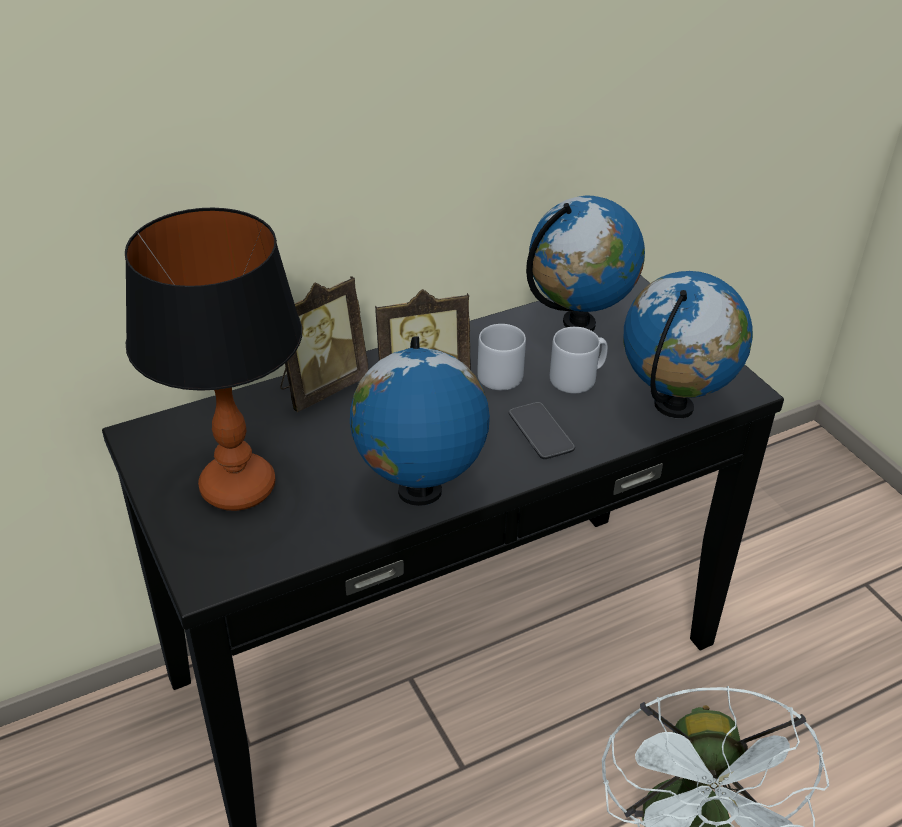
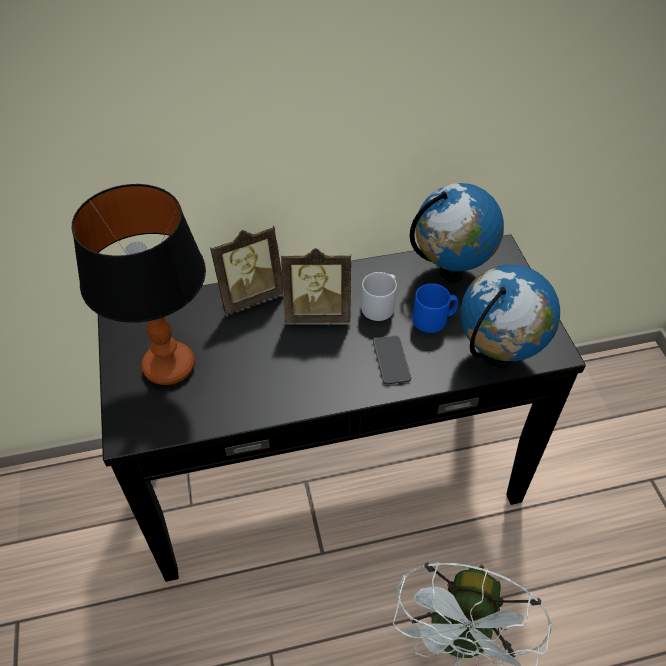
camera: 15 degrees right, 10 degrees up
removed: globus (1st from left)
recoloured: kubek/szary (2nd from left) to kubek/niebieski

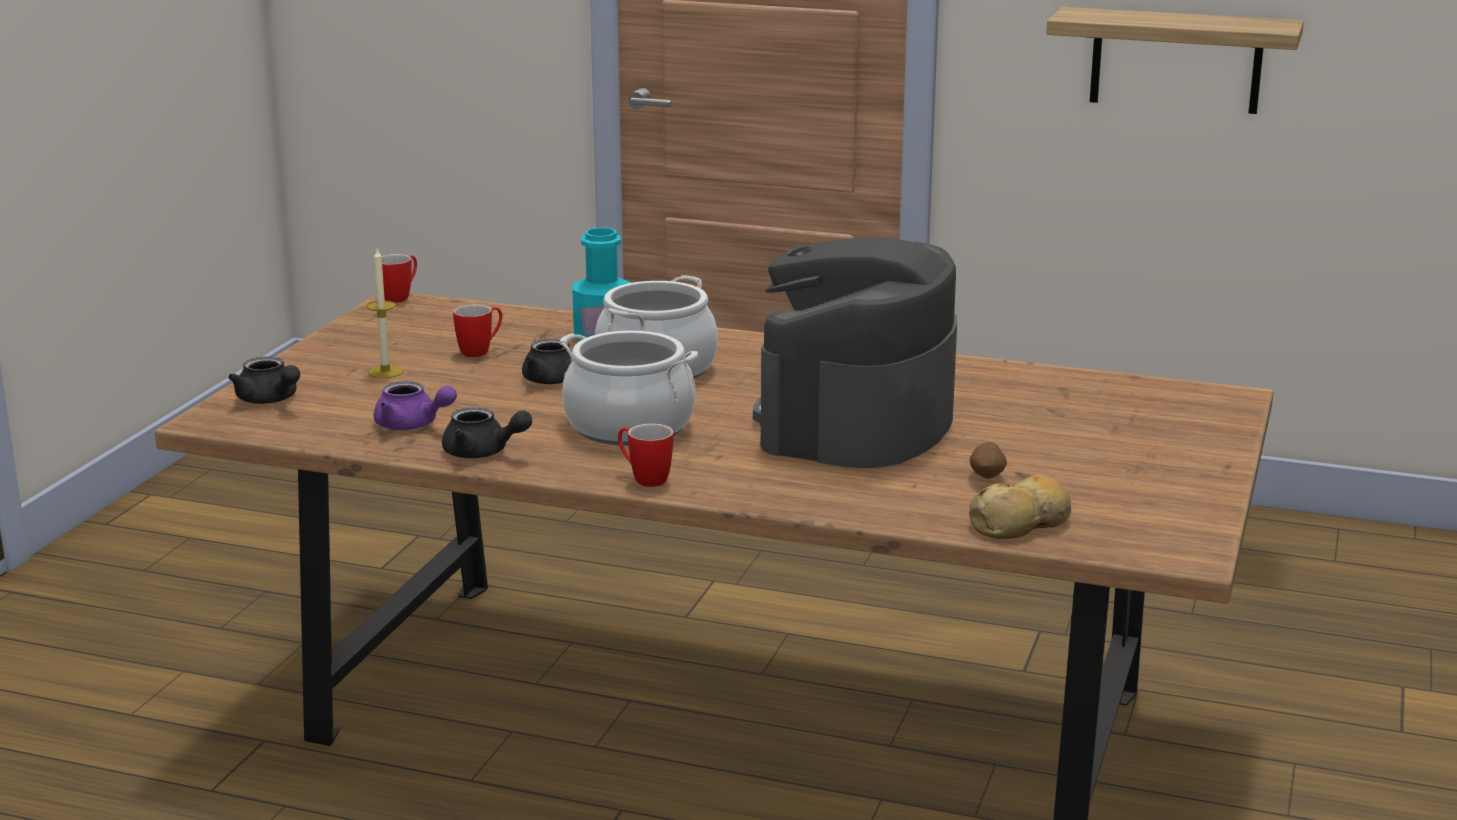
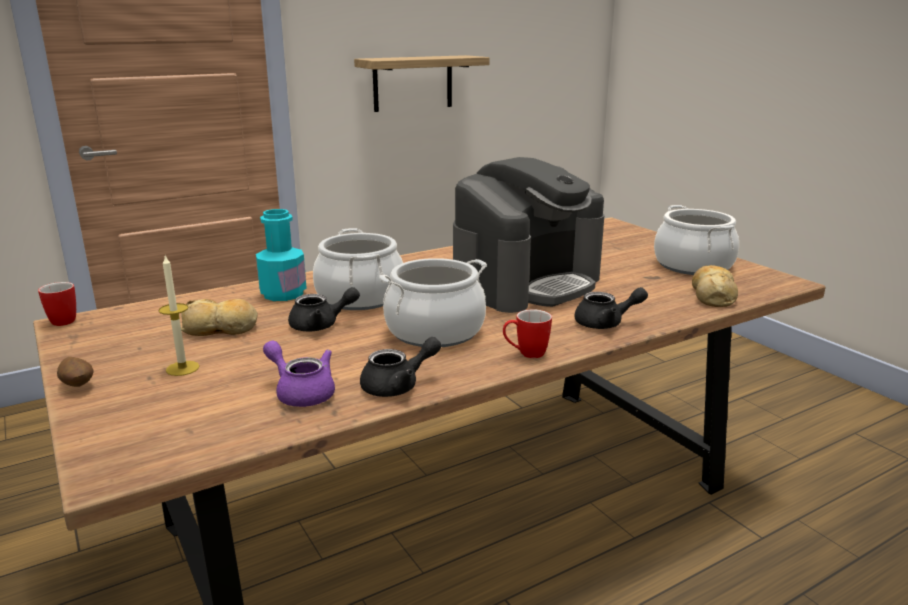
camera: 50 degrees left, 0 degrees up
added: garnek (3rd from left)
moved: imbryk/czarny (1st from left in the first image) to imbryk/czarny (3rd from left); ziemniak
replaced: kubek (2nd from left) to chleb (1st from left)
turned: imbryk/fioletowy 120 degrees counterclockwise; ekspres do kawy 105 degrees counterclockwise

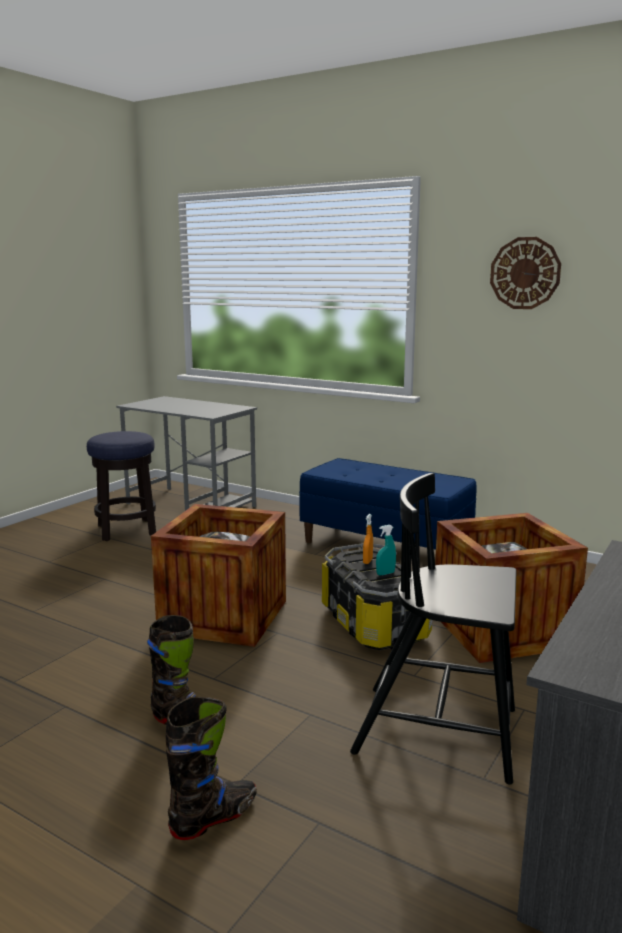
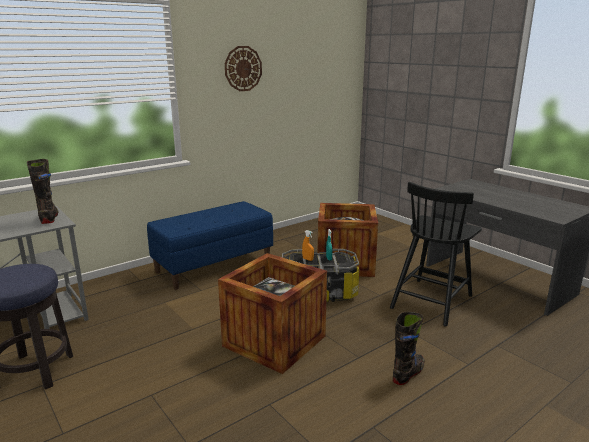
camera: 70 degrees left, 5 degrees up
moved: but z cholewką/czarny (2nd from left in the first image) to but z cholewką/czarny (1st from left)

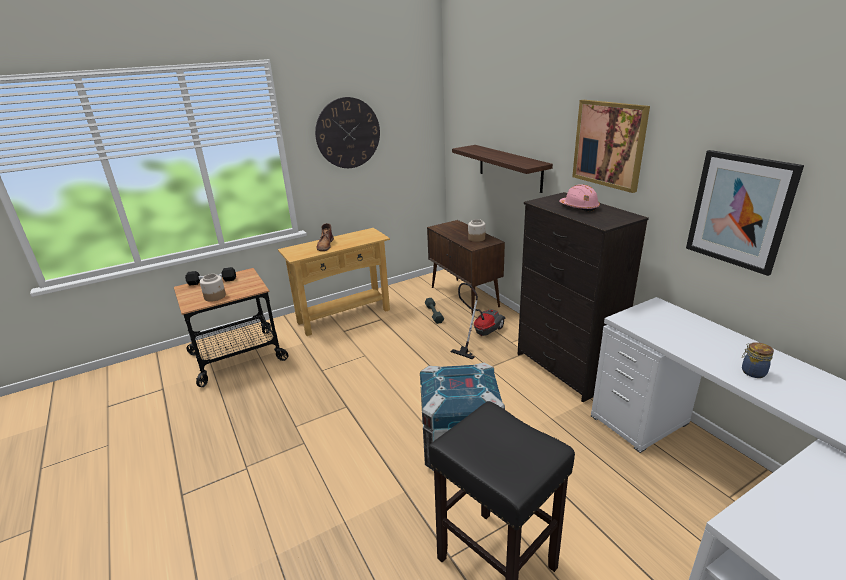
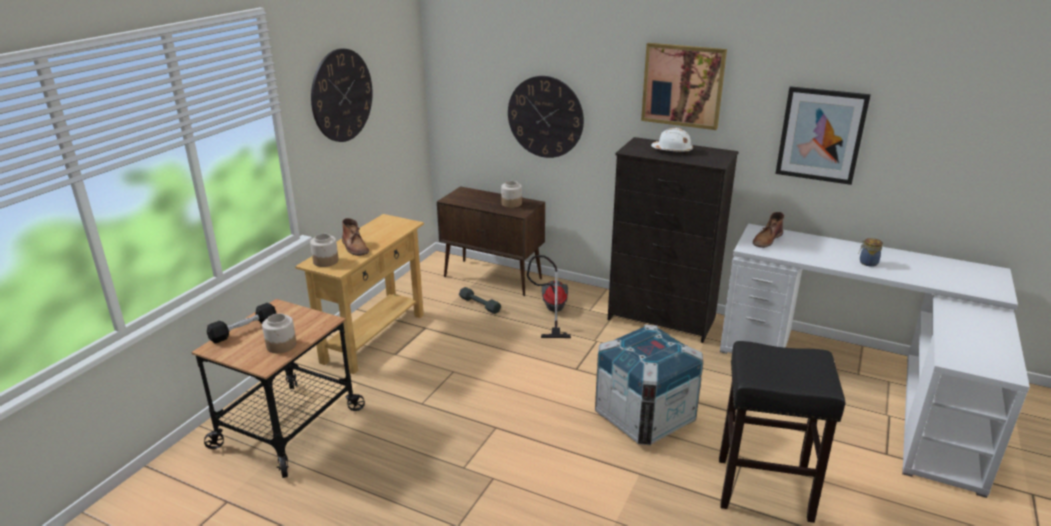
camera: 35 degrees left, 0 degrees up
added: słoik (2nd from left); but z cholewką/brązowy (2nd from left)
replaced: półka to zegar ścienny (2nd from left)
recoloured: kask/różowy to kask/biały

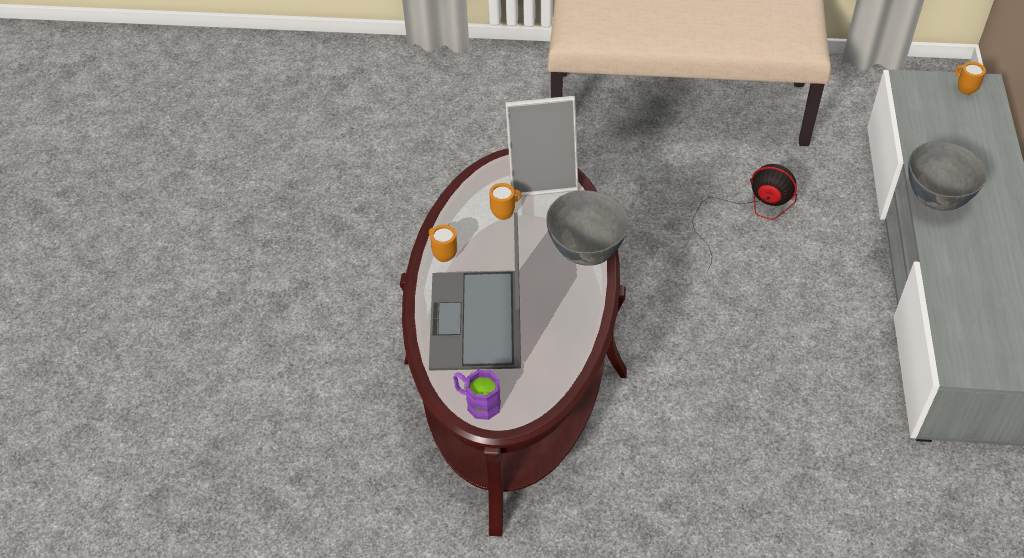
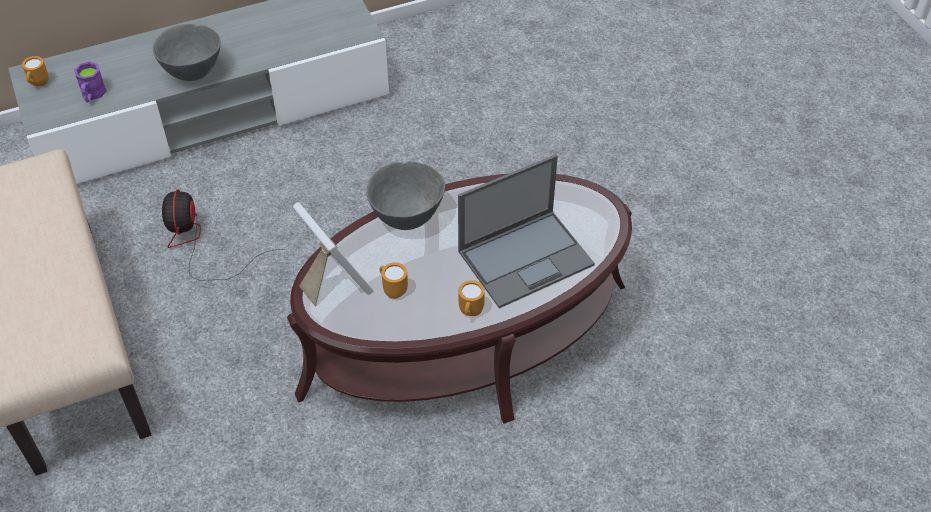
camera: 120 degrees left, 0 degrees up
moved: kubek/fioletowy

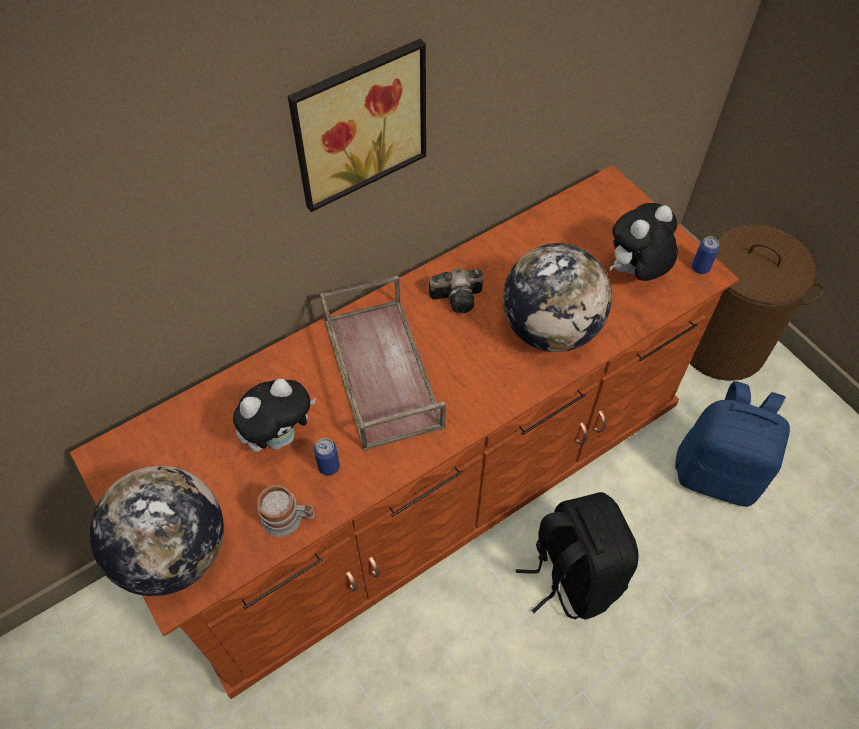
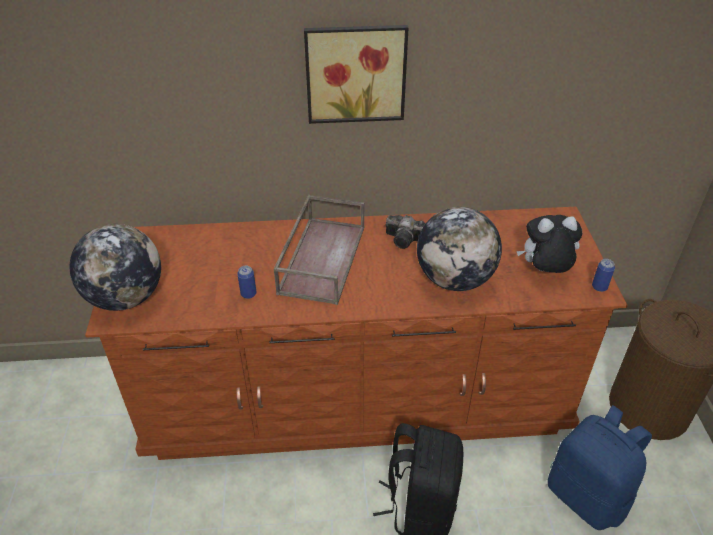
camera: 30 degrees right, 15 degrees down
removed: pluszak (1st from left); kubek

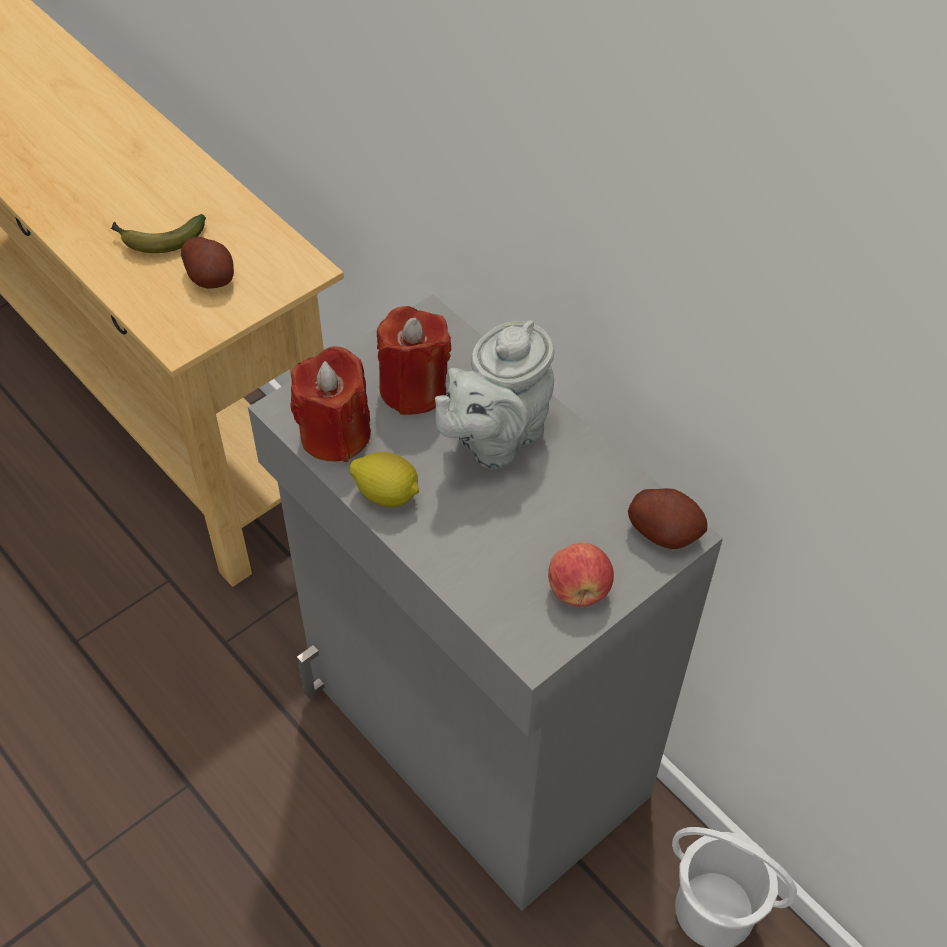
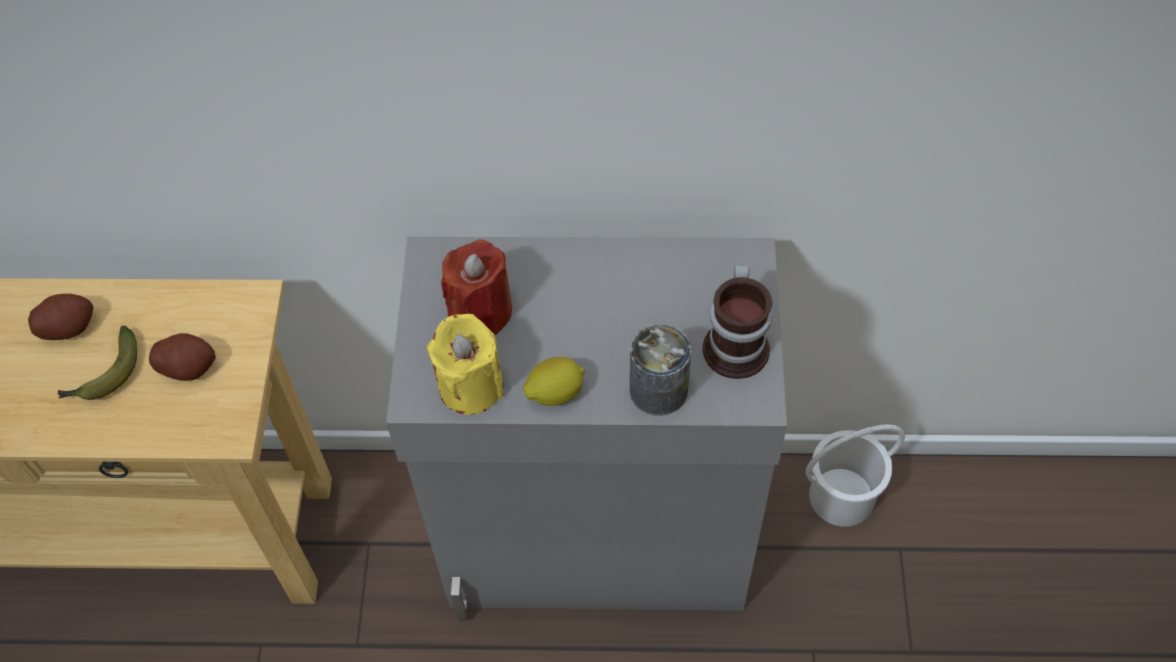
camera: 45 degrees left, 5 degrees up
removed: imbryk/szary
added: puszka
moved: ziemniak (2nd from left in the first image) to ziemniak (1st from left)
replaced: jabłko to kubek
recoloured: świeca/czerwony (1st from left) to świeca/żółty

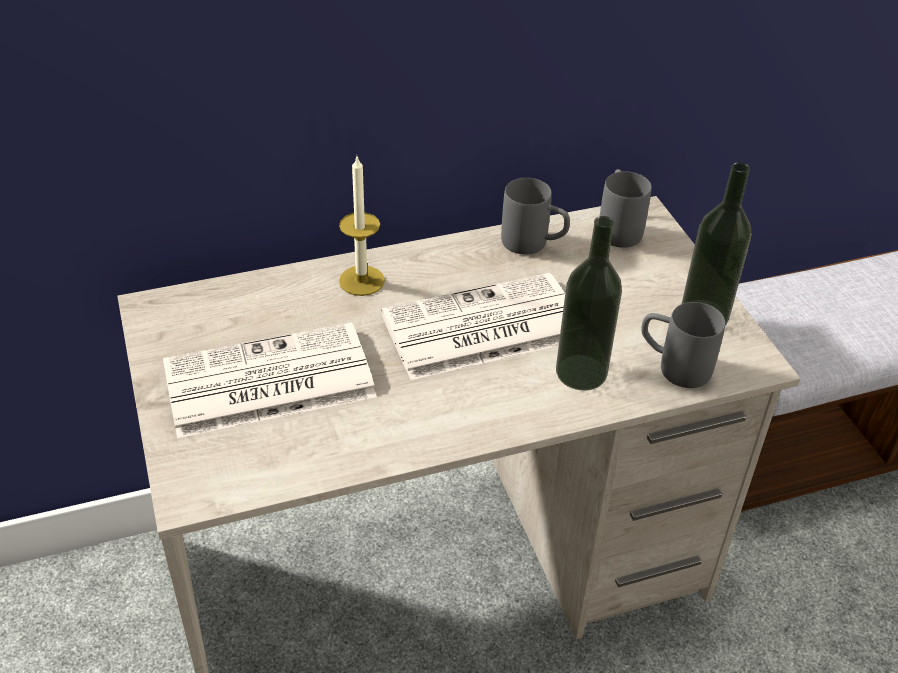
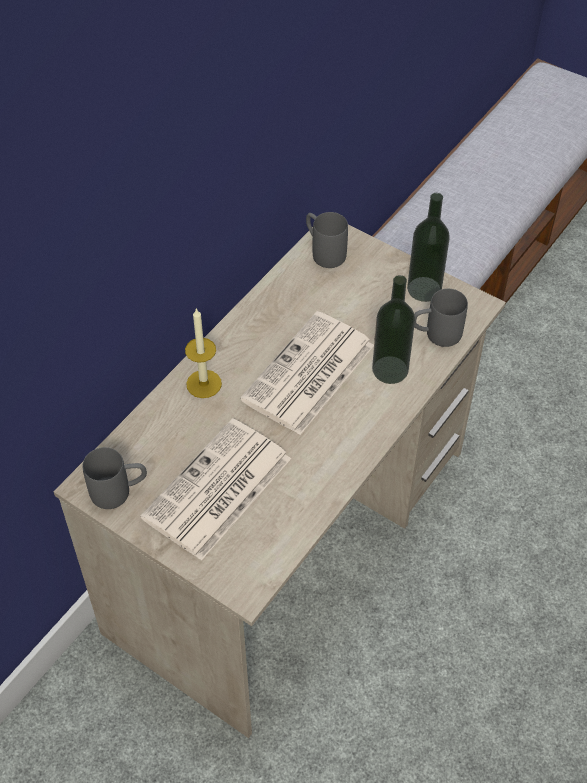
camera: 35 degrees left, 10 degrees up
moved: kubek/szary (1st from left)

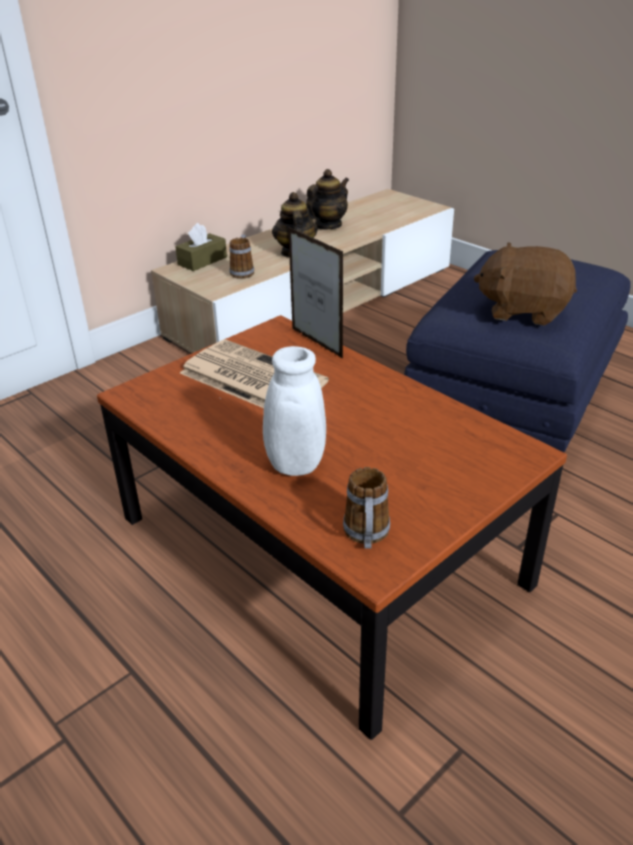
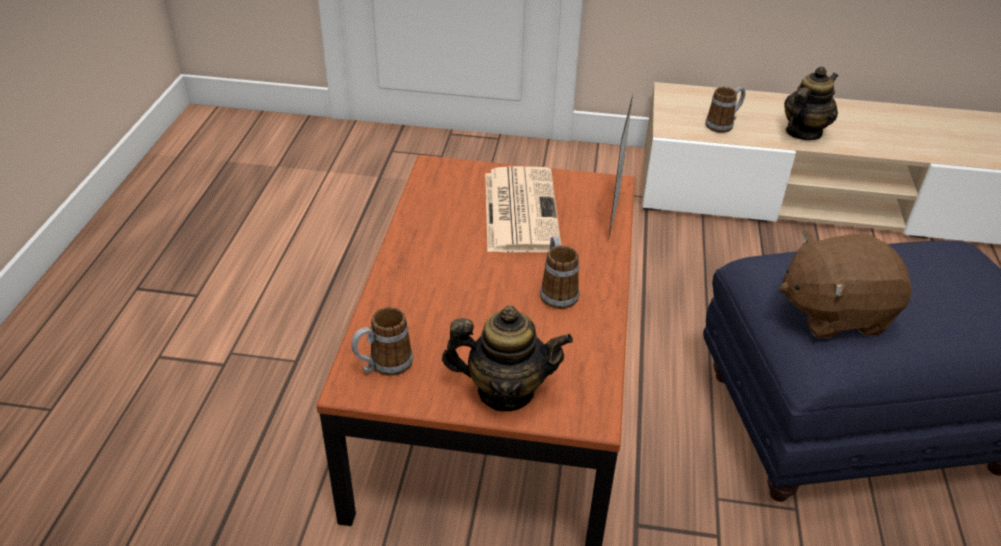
camera: 50 degrees right, 5 degrees up
removed: pudełko chusteczek/brązowy; wazon/biały
added: kubek (2nd from left)
moved: imbryk (2nd from left in the first image) to imbryk (1st from left)
turned: pluszak/brązowy 75 degrees counterclockwise

